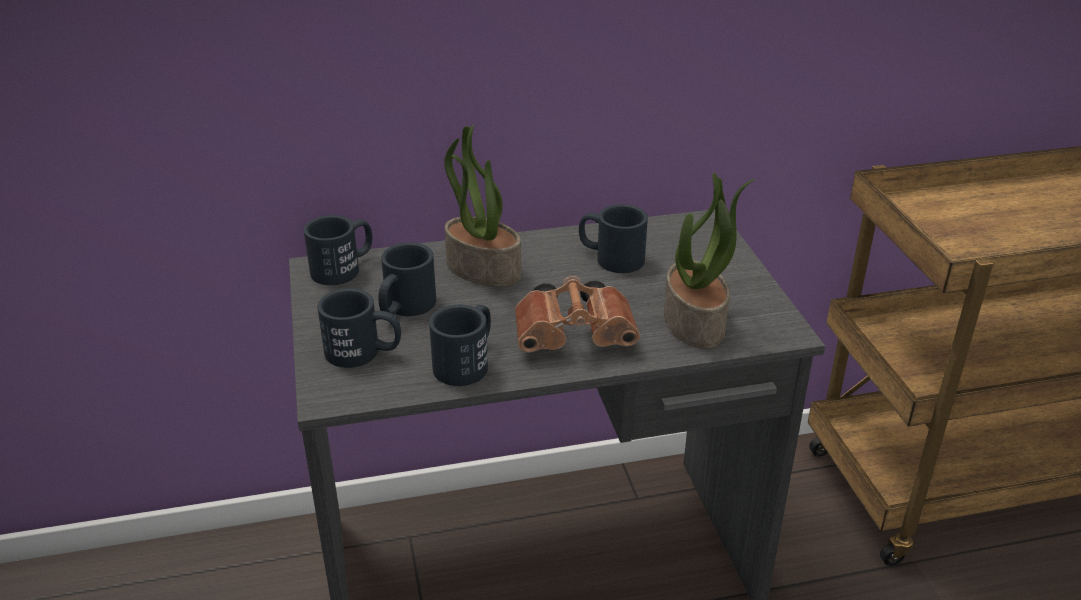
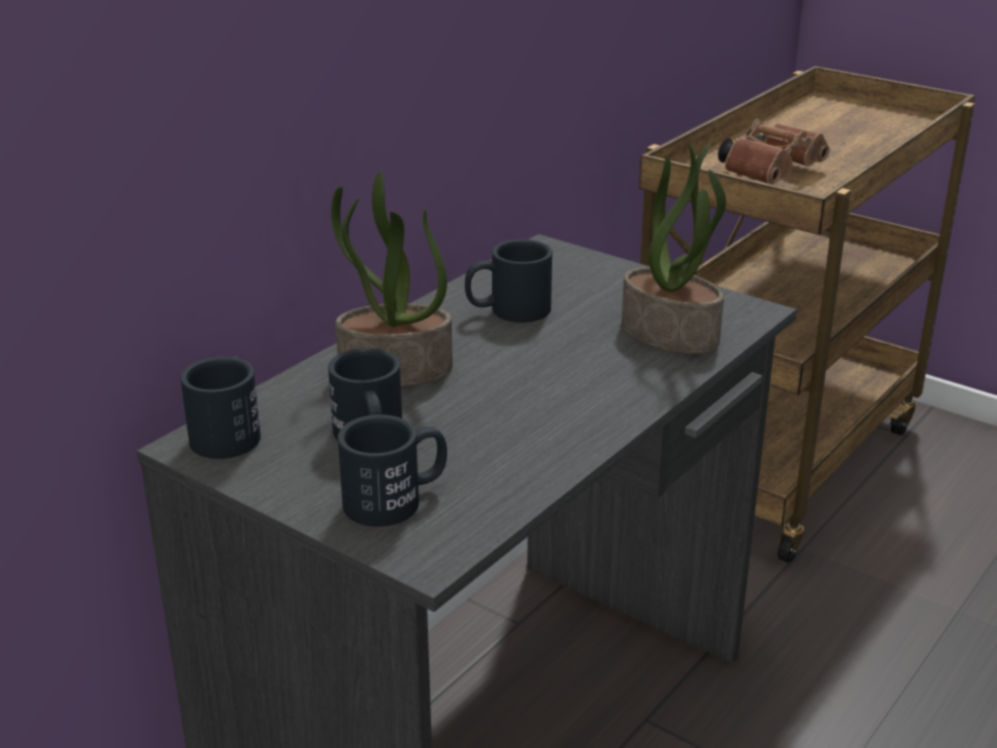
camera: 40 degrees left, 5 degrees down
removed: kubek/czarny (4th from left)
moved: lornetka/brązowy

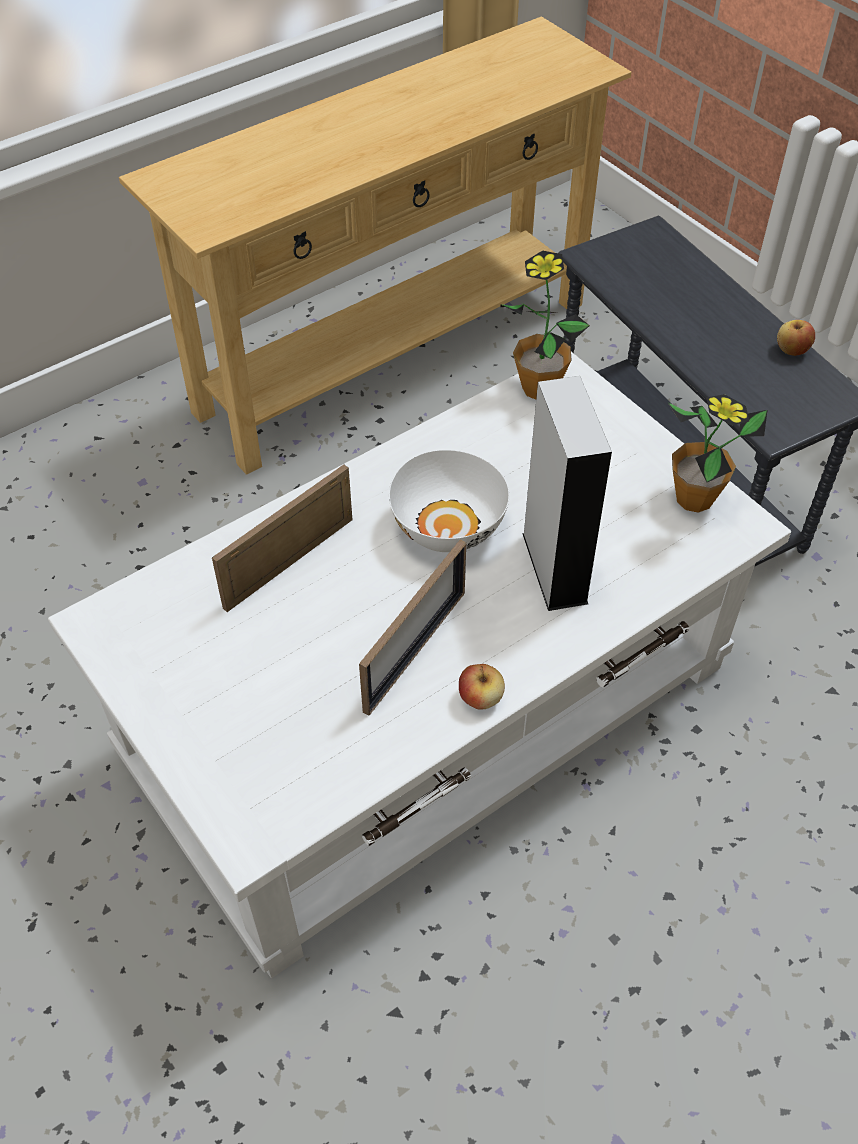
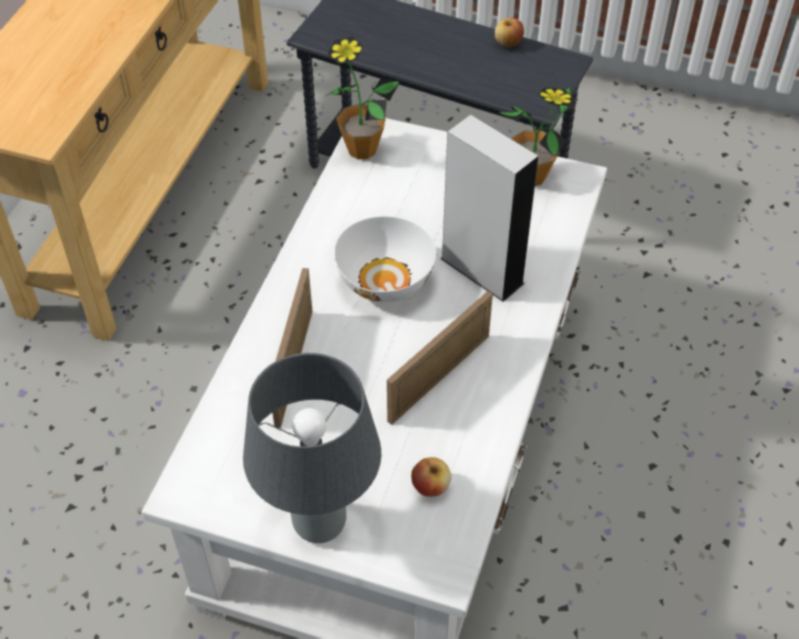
camera: 35 degrees left, 0 degrees up
added: lampa stołowa/szary
moved: jabłko (1st from left)
turned: ramka na zdjęcie (2nd from left) 135 degrees counterclockwise

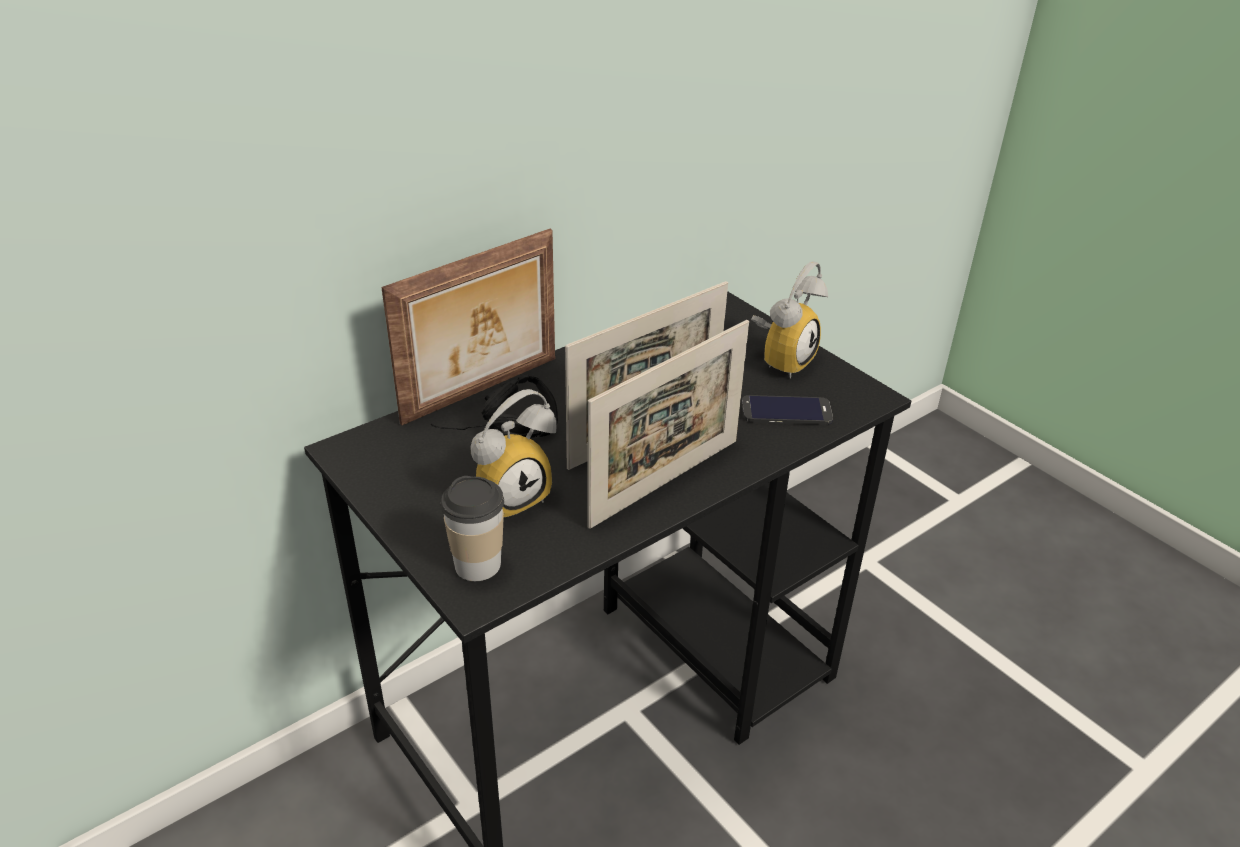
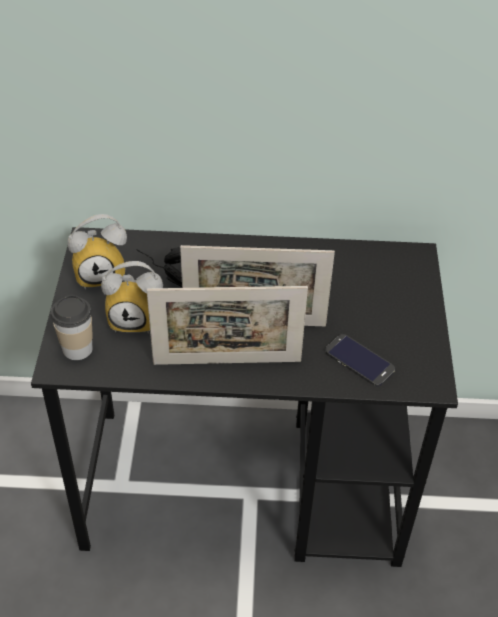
camera: 40 degrees right, 10 degrees up
removed: ramka na zdjęcie (1st from left)
moved: budzik (2nd from left in the first image) to budzik (1st from left)

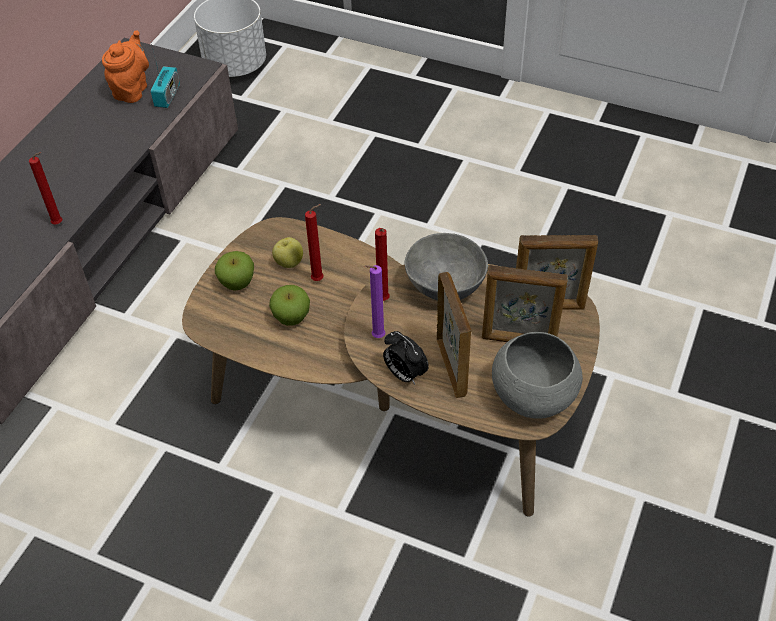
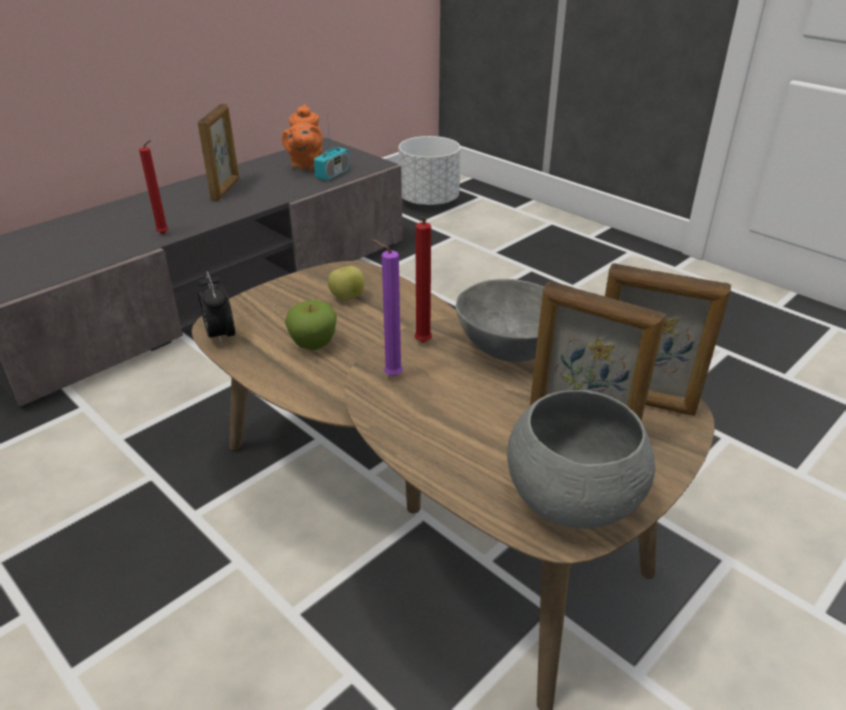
camera: 20 degrees right, 15 degrees down
removed: jabłko (1st from left); świeca/czerwony (2nd from left)
moved: budzik; ramka na zdjęcie (1st from left)
turned: imbryk/pomarańczowy 150 degrees clockwise

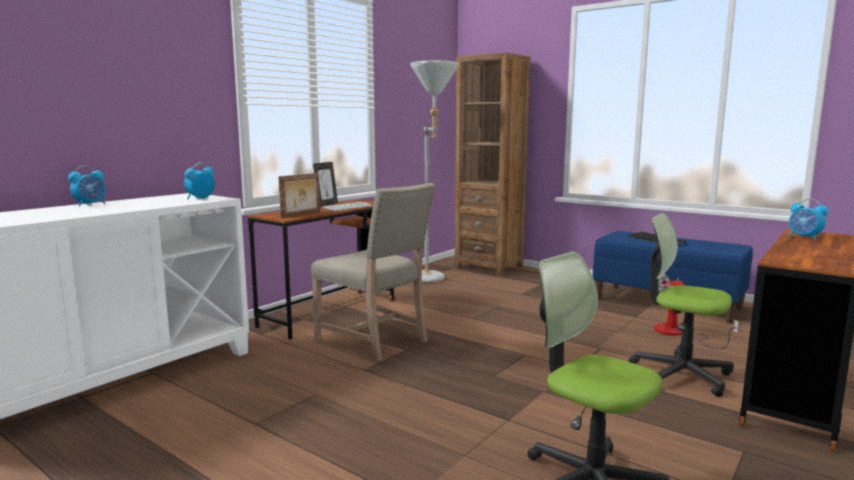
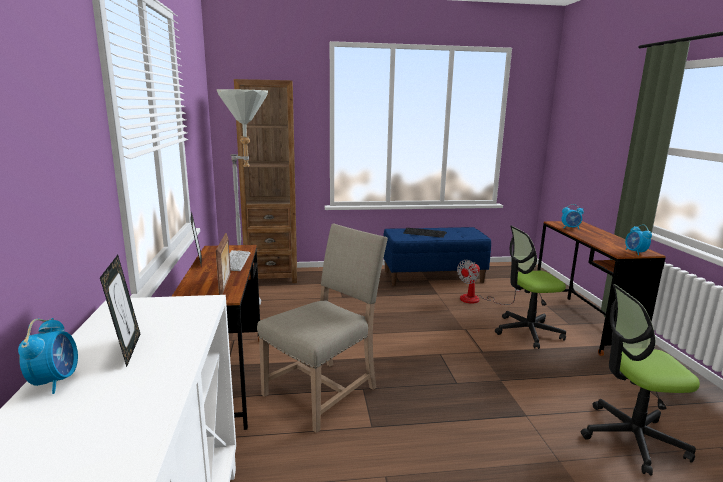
camera: 45 degrees left, 5 degrees up
added: ramka na zdjęcie (1st from left)
moved: budzik (2nd from left in the first image) to budzik (3rd from left)
turned: krzesło/beżowy 45 degrees counterclockwise

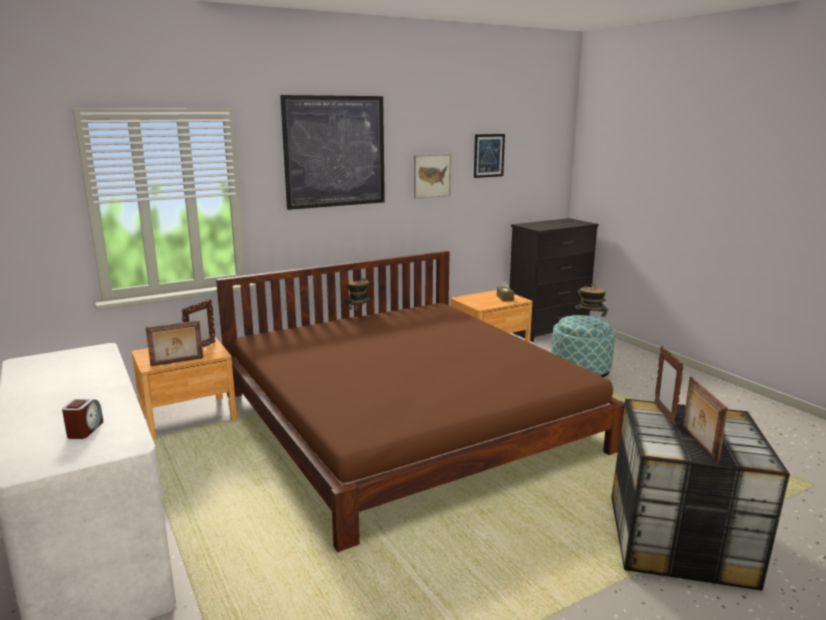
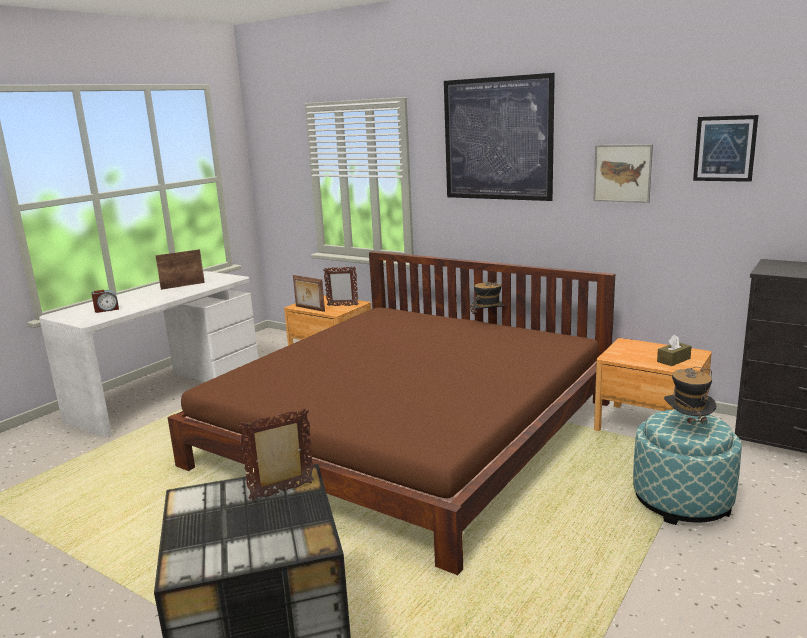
camera: 65 degrees right, 0 degrees up
moved: ramka na zdjęcie (4th from left in the first image) to ramka na zdjęcie (1st from left)

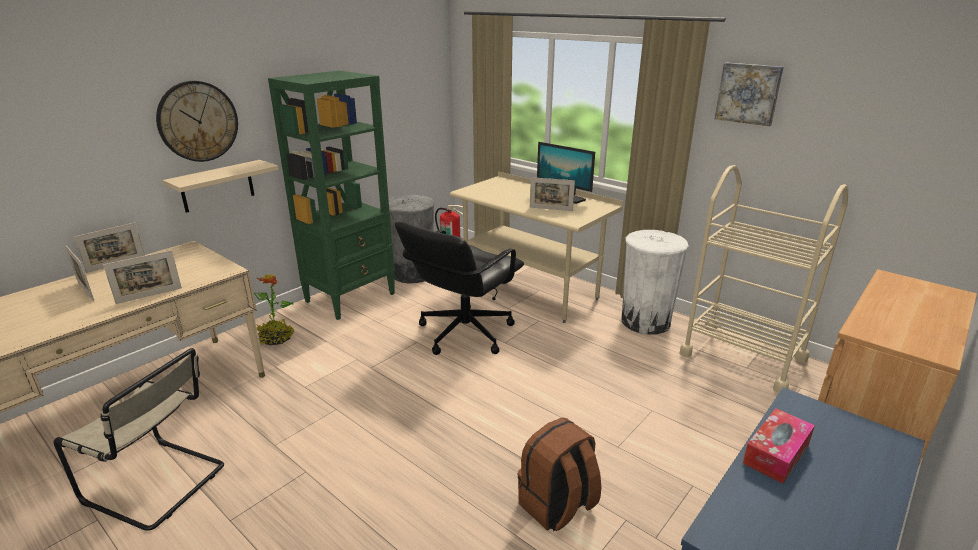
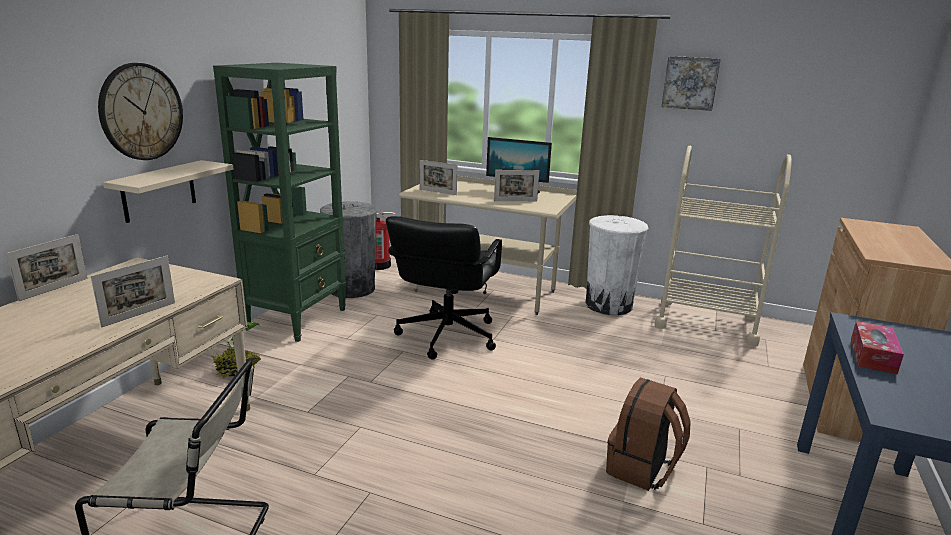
camera: 20 degrees left, 5 degrees down
moved: ramka na zdjęcie (1st from left in the first image) to ramka na zdjęcie (3rd from left)

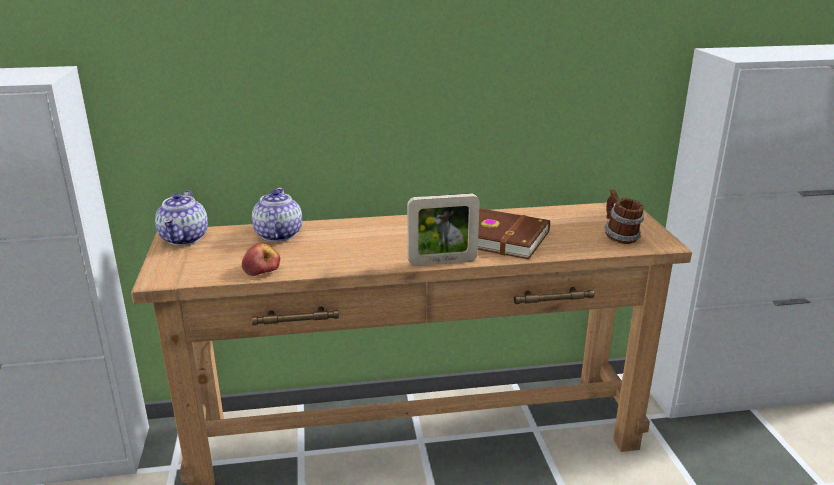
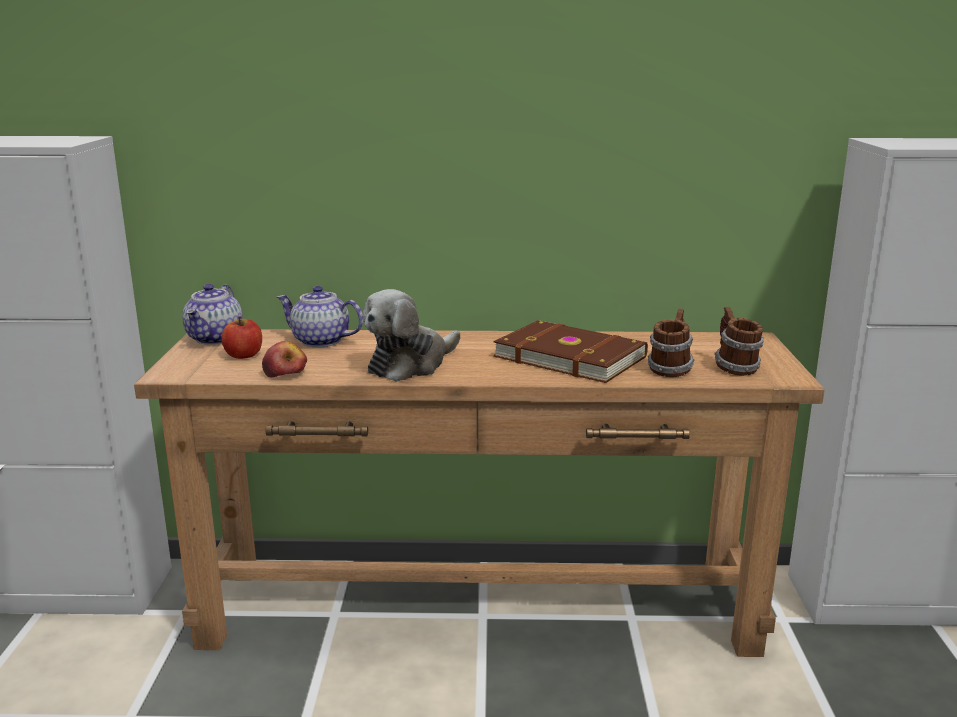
camera: 10 degrees right, 5 degrees down
removed: ramka na zdjęcie
added: jabłko (1st from left); pluszak; kubek (1st from left)
turned: imbryk (2nd from left) 75 degrees counterclockwise

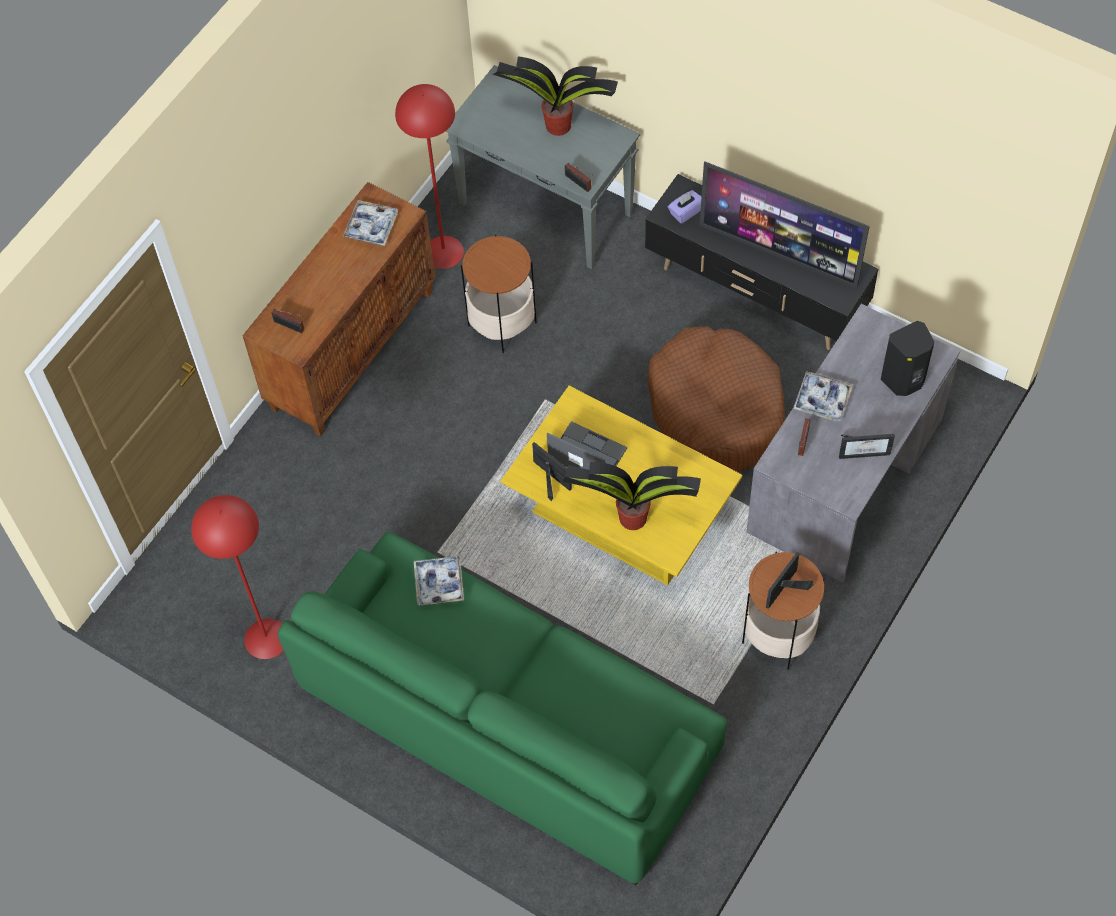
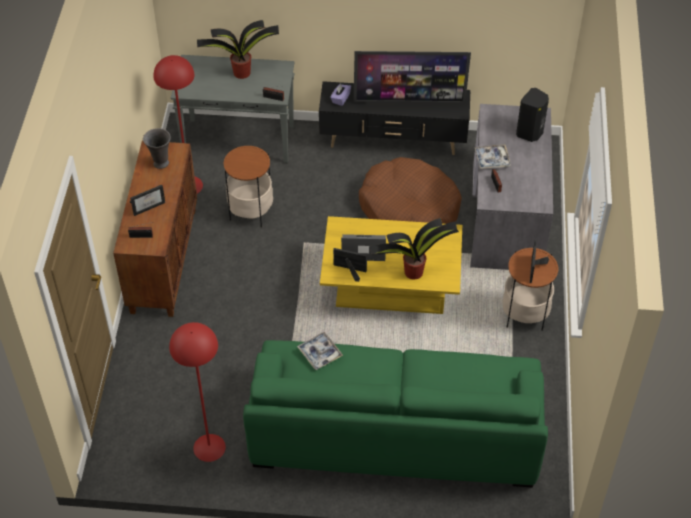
camera: 30 degrees left, 10 degrees down
moved: ramka na zdjęcie (3rd from left in the first image) to ramka na zdjęcie (1st from left)
replaced: taca (1st from left) to wazon/szary

